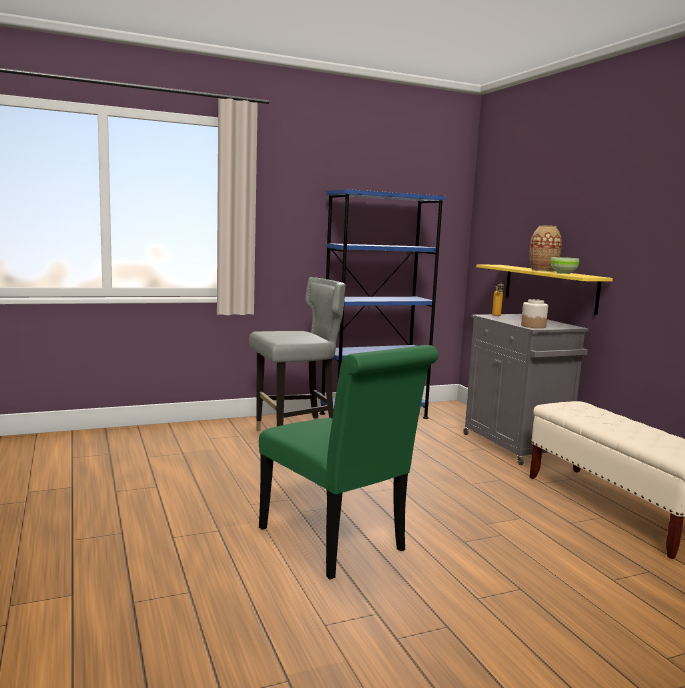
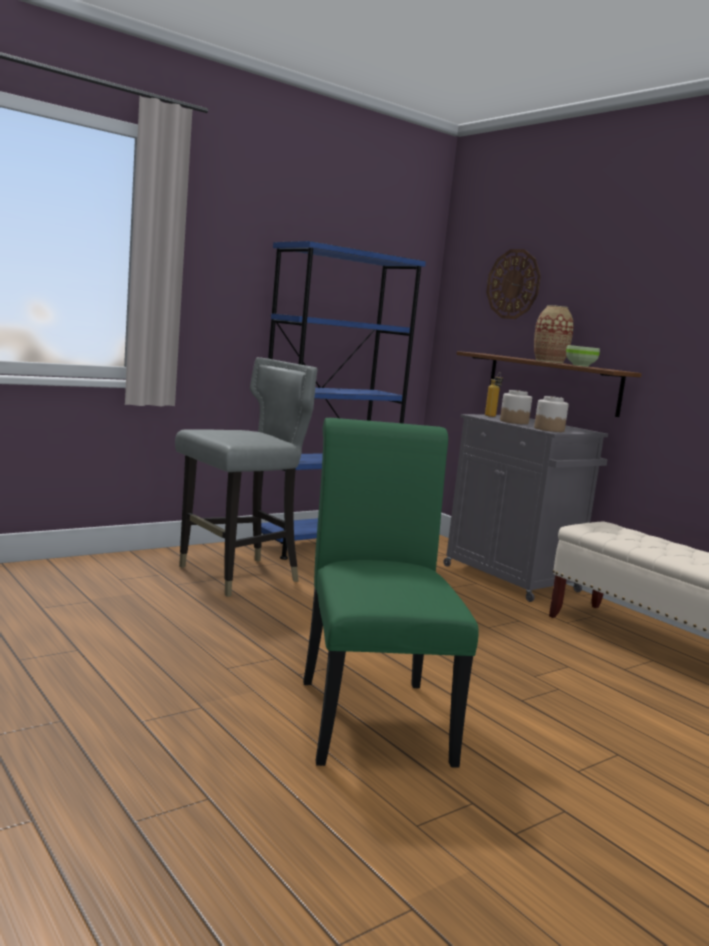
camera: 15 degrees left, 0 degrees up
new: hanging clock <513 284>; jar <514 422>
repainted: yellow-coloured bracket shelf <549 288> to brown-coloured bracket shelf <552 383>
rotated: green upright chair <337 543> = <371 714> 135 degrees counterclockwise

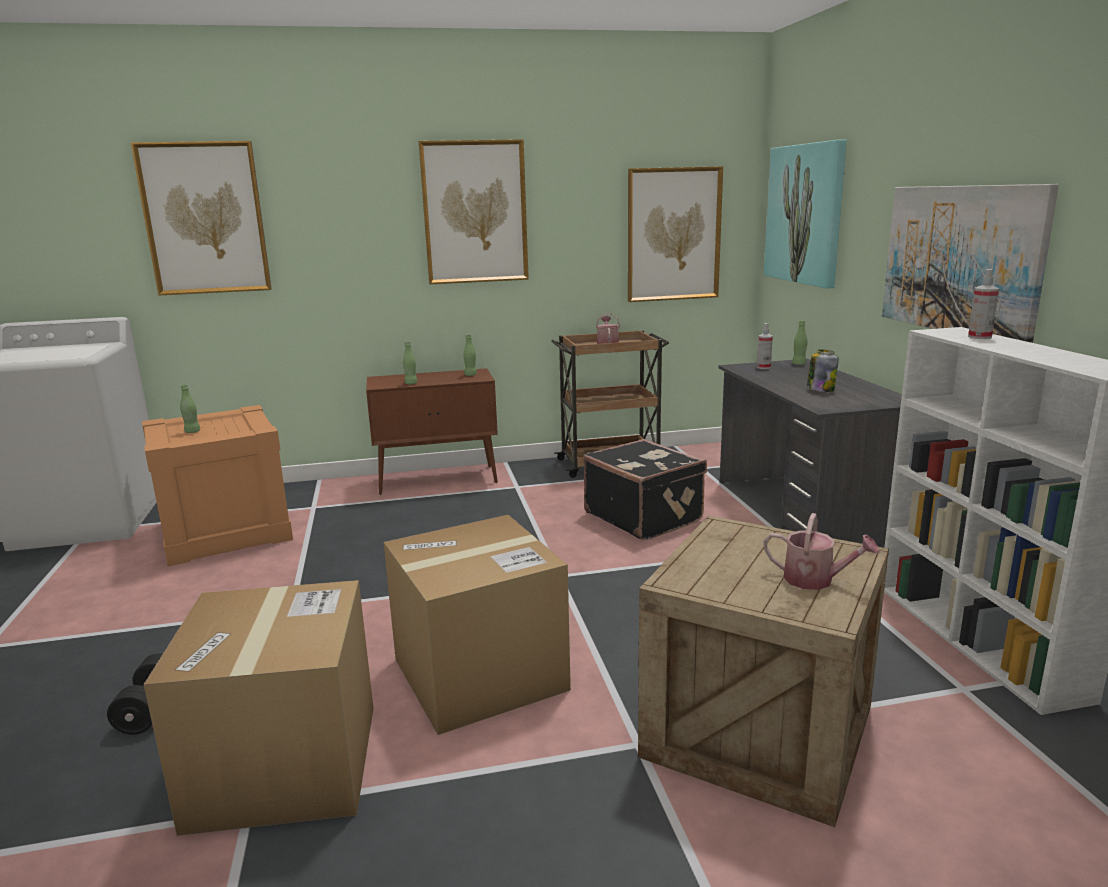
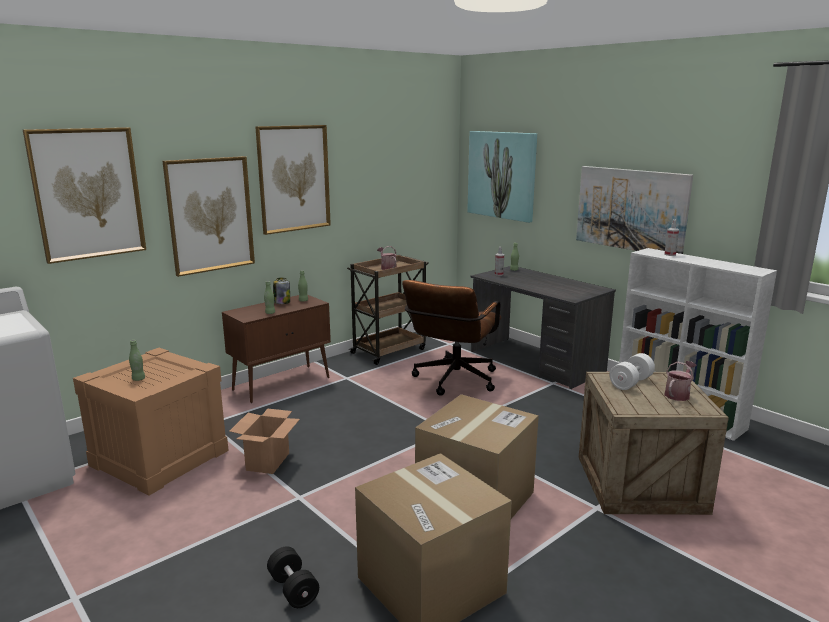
camera: 30 degrees left, 0 degrees up
new: whitish hand weight <631 383>; carton <268 461>
shifted: wall art <673 234> to <210 215>; jar <820 390> to <281 302>
swapped: blackish travel case <644 516> to brown-coloured office chair <452 382>
rotated: watering can <815 580> = <678 394> 45 degrees counterclockwise

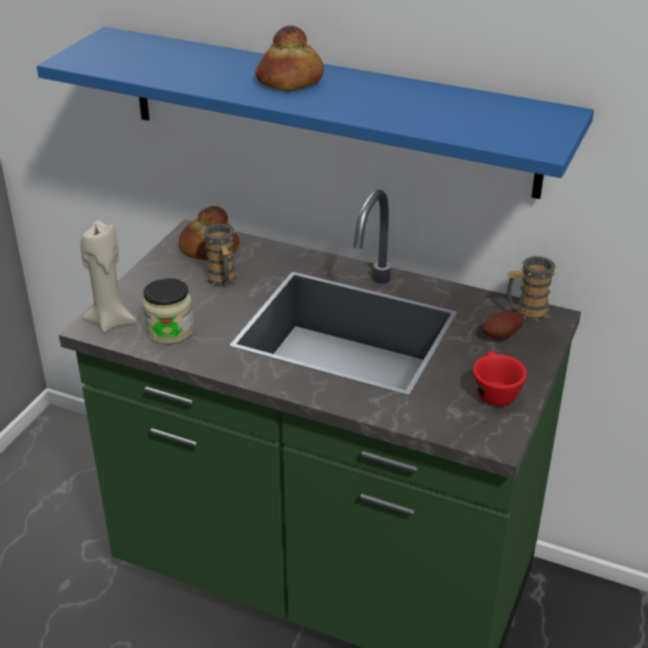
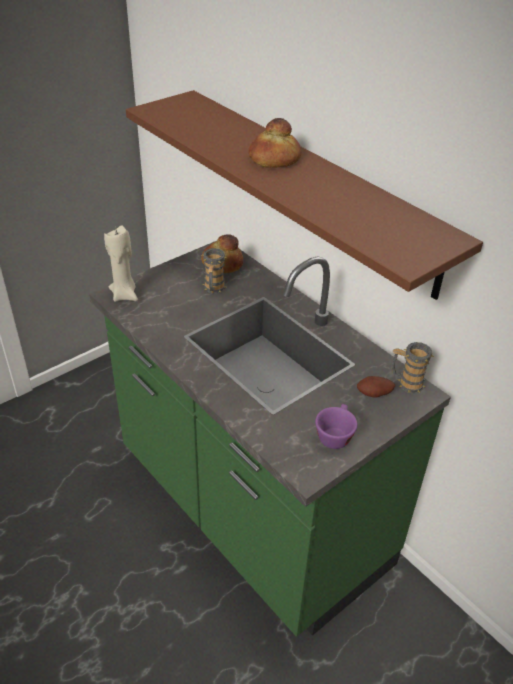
camera: 25 degrees right, 5 degrees up
gone: jar <170 331>
repainted: blue-coloured bracket shelf <328 110> to brown-coloured bracket shelf <311 187>; red cup <494 391> to purple cup <334 435>

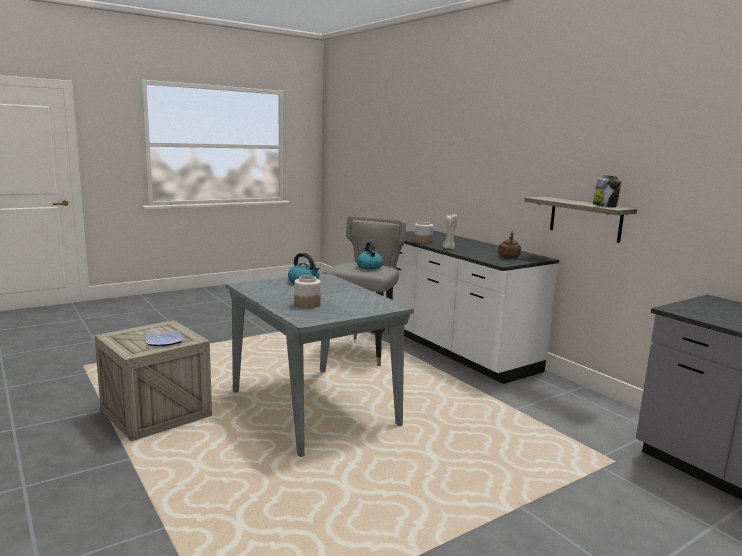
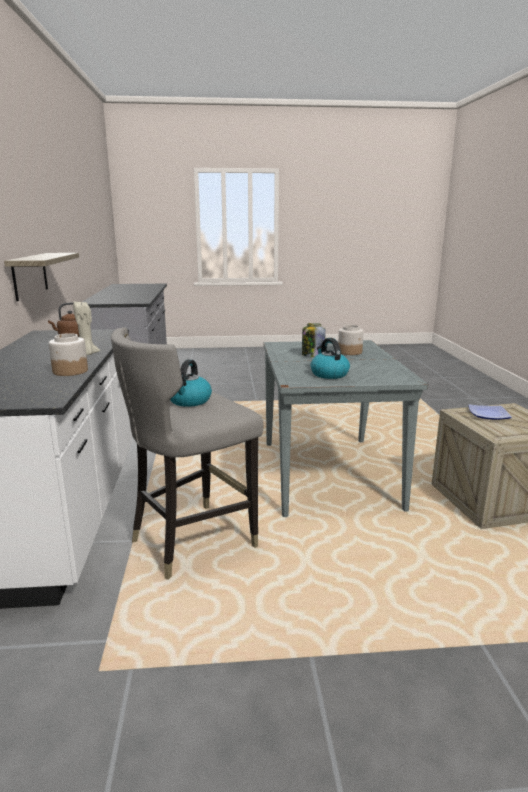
camera: 150 degrees left, 5 degrees up
shifted: jar <605 206> to <312 356>

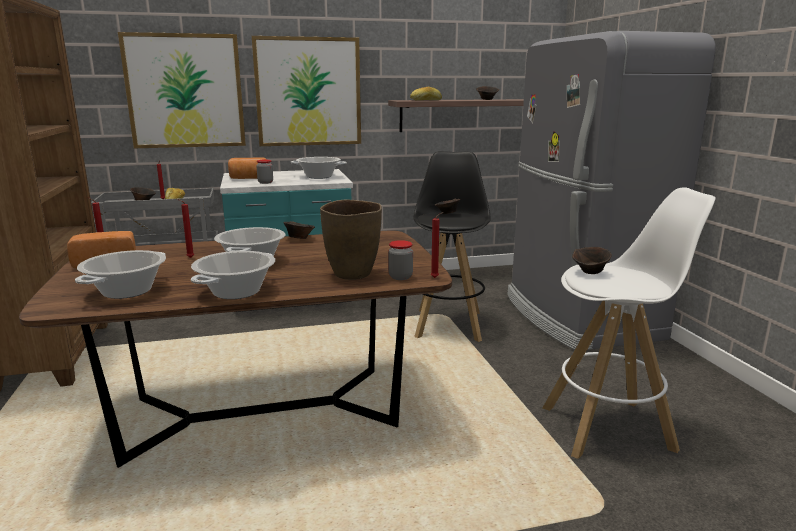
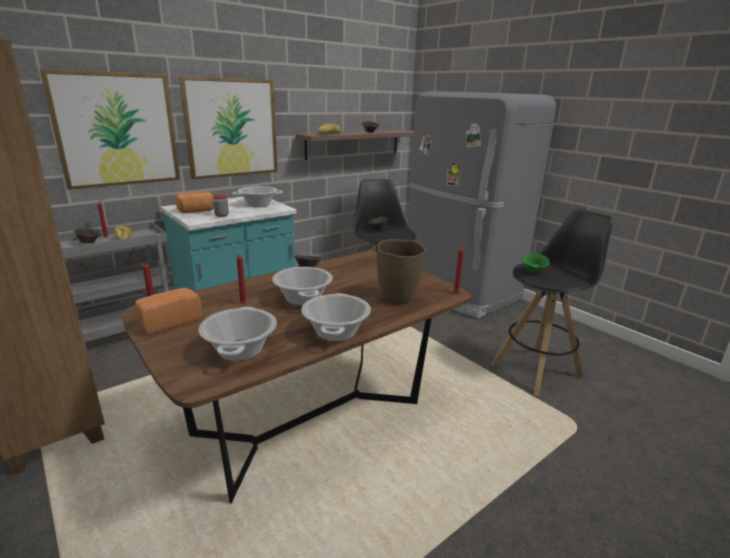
camera: 25 degrees left, 5 degrees up
gone: jar <400 277>
repainted: whitish sitting stool <609 428> to blackish sitting stool <537 370>; brown-coloured serving bowl <590 272> to green serving bowl <533 271>

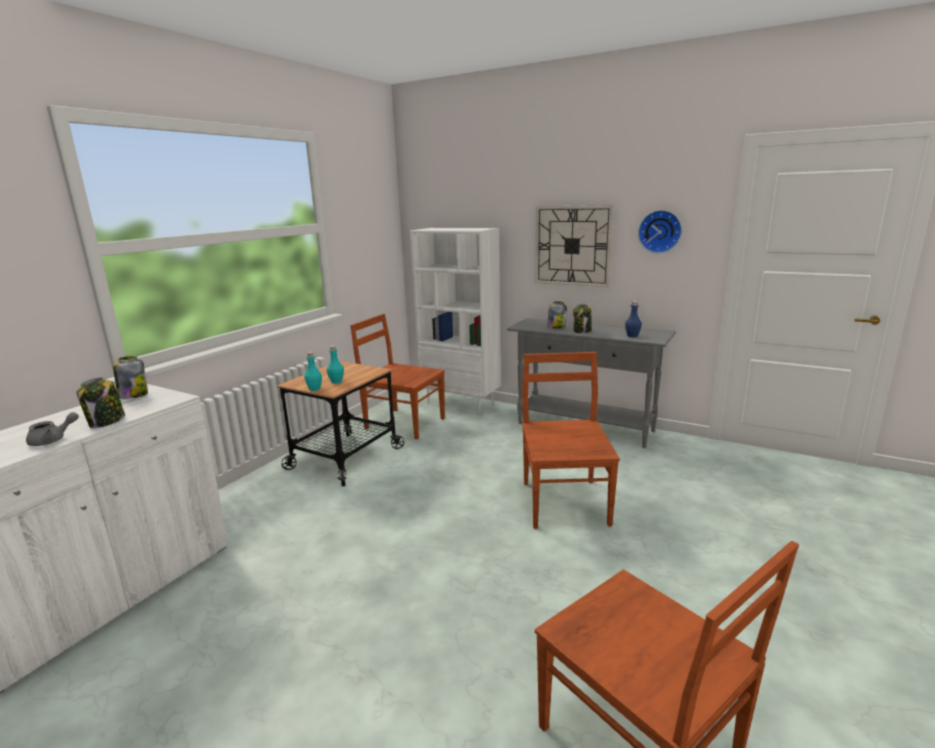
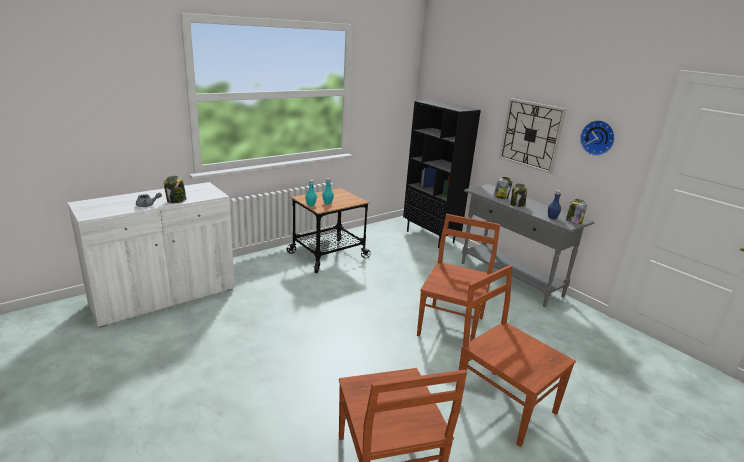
camera: 20 degrees right, 5 degrees up
shifted: brown-coloured upright chair <403 423> to <503 404>; jar <133 395> to <573 221>
repainted: whitish bookshelf <461 403> to blackish bookshelf <430 237>

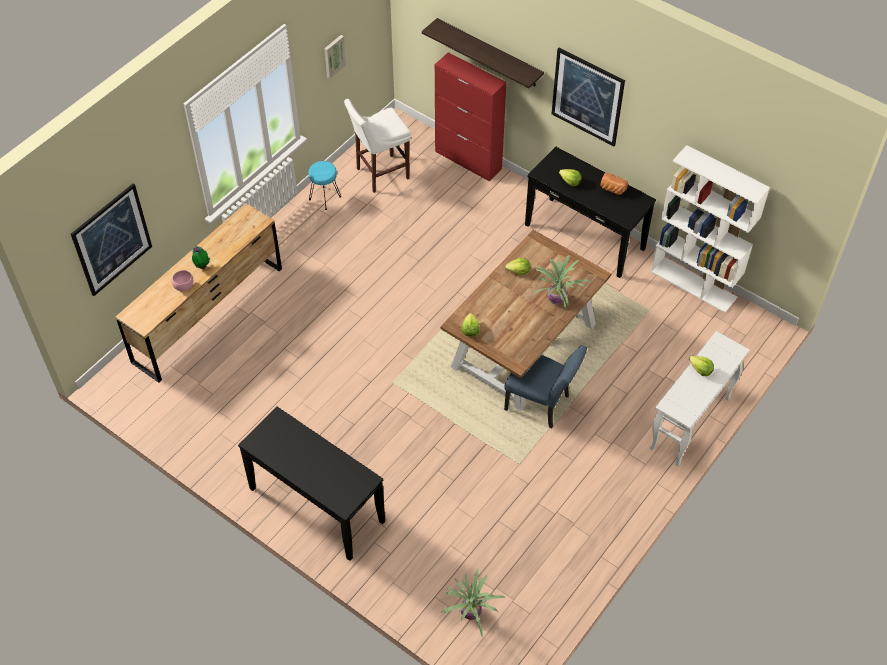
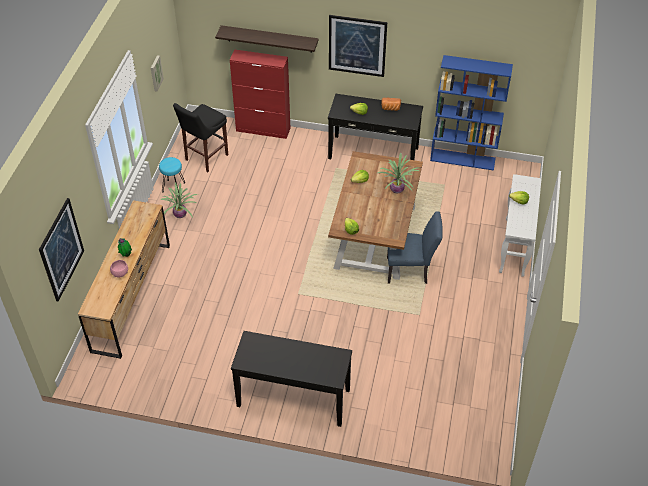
camera: 25 degrees left, 5 degrees down
shifted: houseplant <470 613> to <180 215>
repainted: whitish sitting stool <380 174> to blackish sitting stool <205 158>; whitish bookshelf <694 284> to blue-coloured bookshelf <463 159>

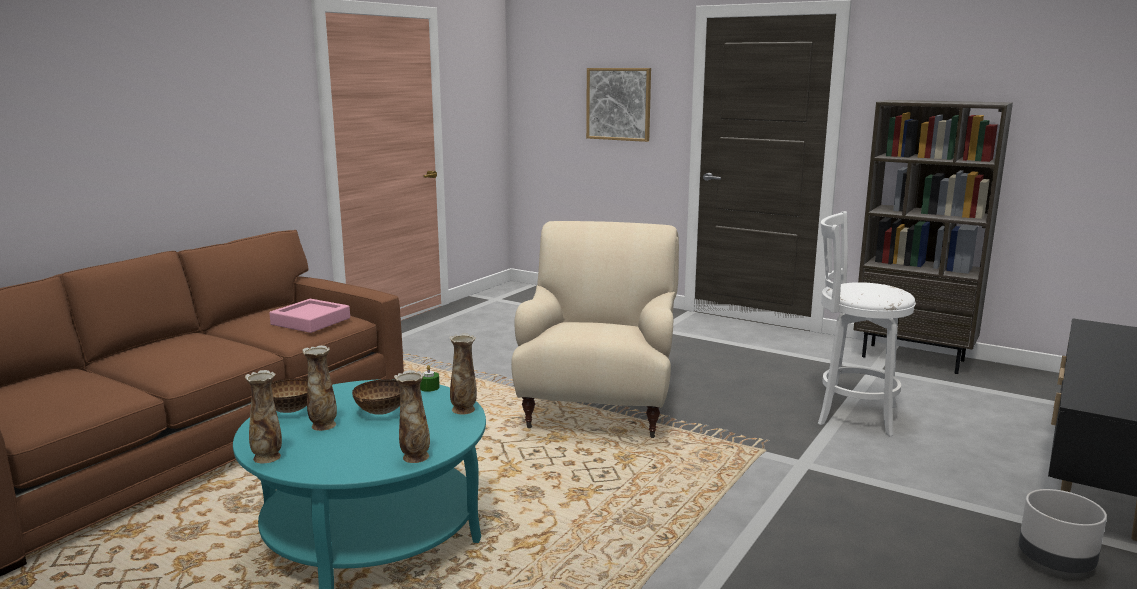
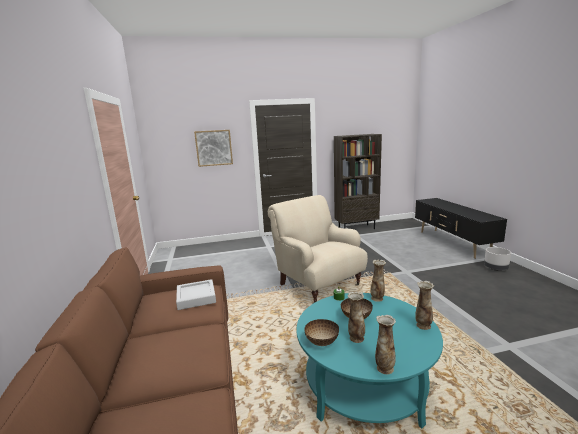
camera: 45 degrees left, 0 degrees up
gone: whitish sitting stool <851 414>
repainted: pink-coloured carrying tray <311 321> to greyish carrying tray <196 297>

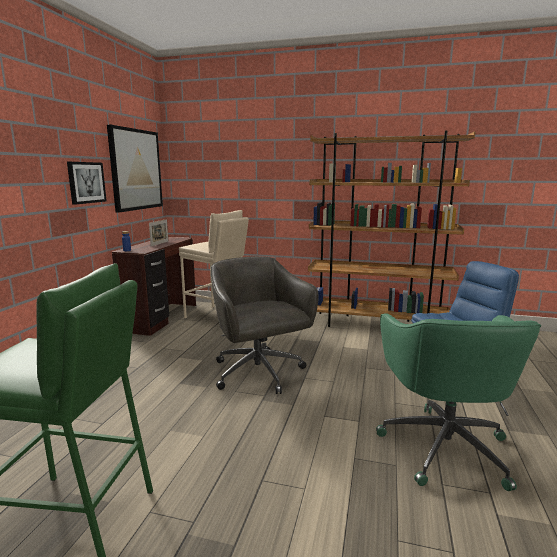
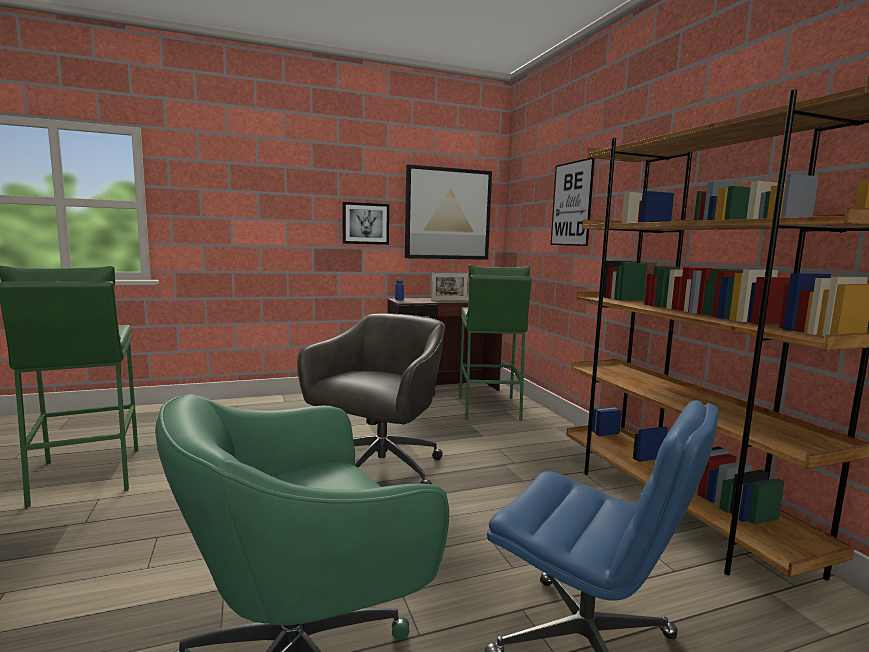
camera: 55 degrees right, 5 degrees down
new: wall art <571 204>
repainted: beige-coloured sitting stool <217 317> to green sitting stool <489 408>

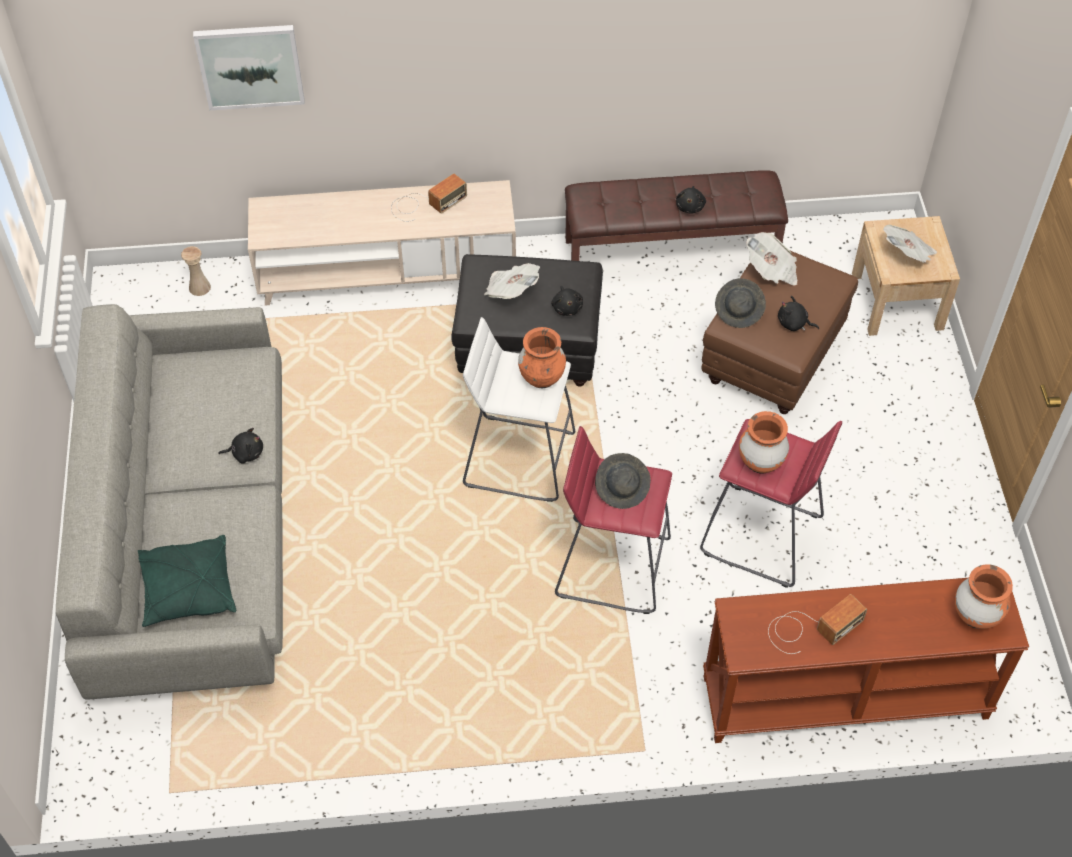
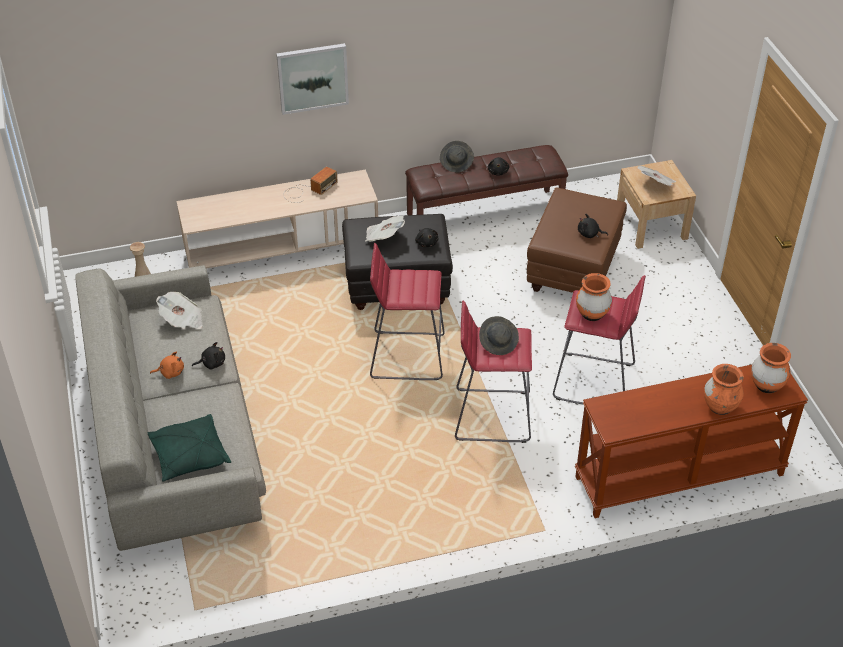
camera: 10 degrees left, 10 degrees down
gone: radio <811 628>
new: orangey plush toy <170 372>
shifted: wall art <250 66> to <312 78>; newspaper <772 270> to <182 320>; greyish hat <739 311> to <457 163>; orangey decorative vase <542 378> to <720 407>
repainted: whitish sitting stool <518 458> to red sitting stool <406 355>

